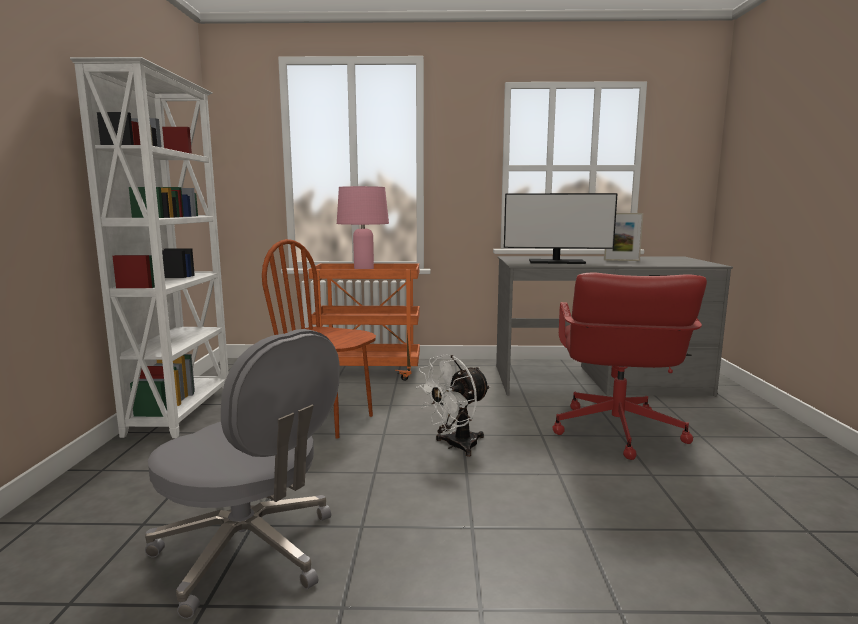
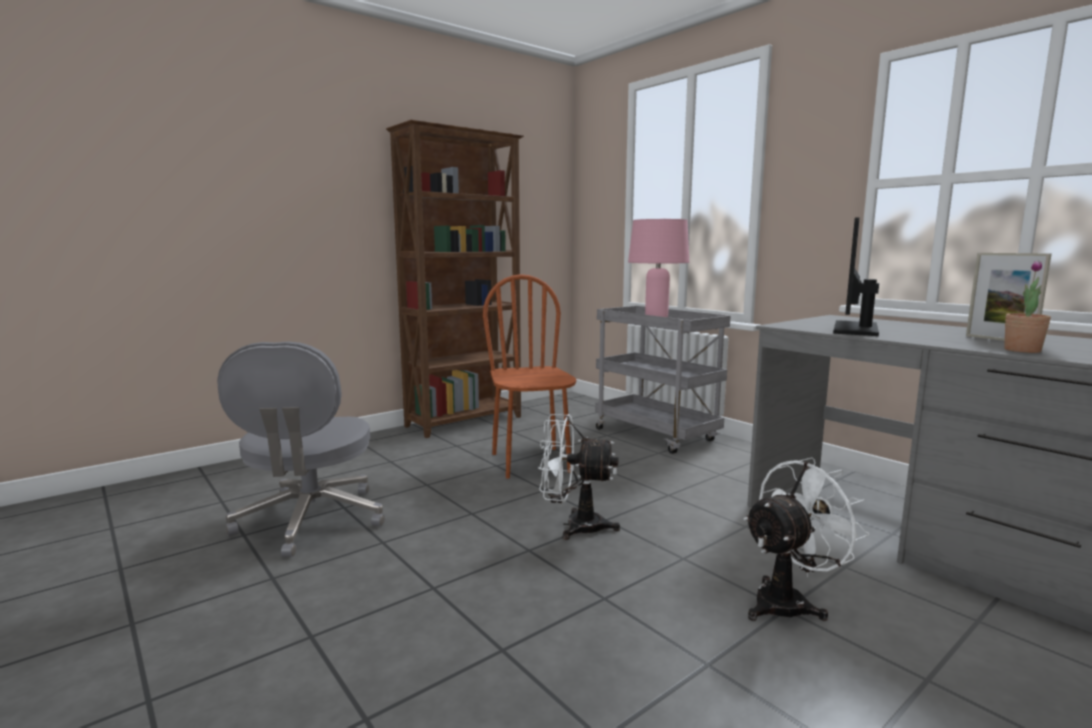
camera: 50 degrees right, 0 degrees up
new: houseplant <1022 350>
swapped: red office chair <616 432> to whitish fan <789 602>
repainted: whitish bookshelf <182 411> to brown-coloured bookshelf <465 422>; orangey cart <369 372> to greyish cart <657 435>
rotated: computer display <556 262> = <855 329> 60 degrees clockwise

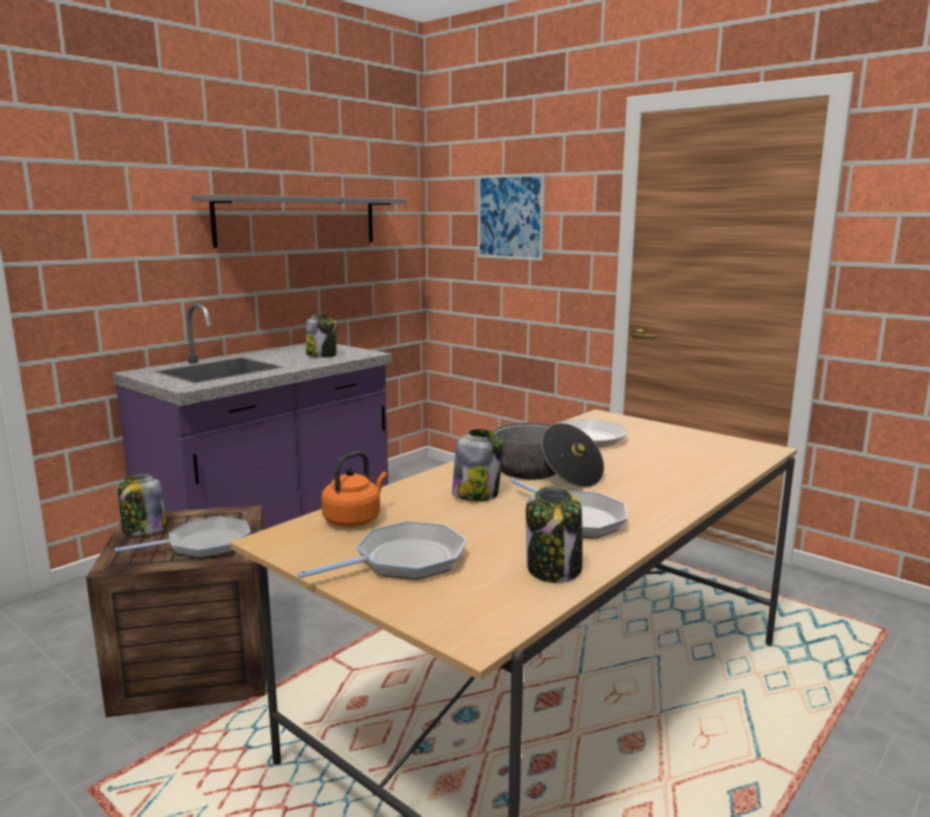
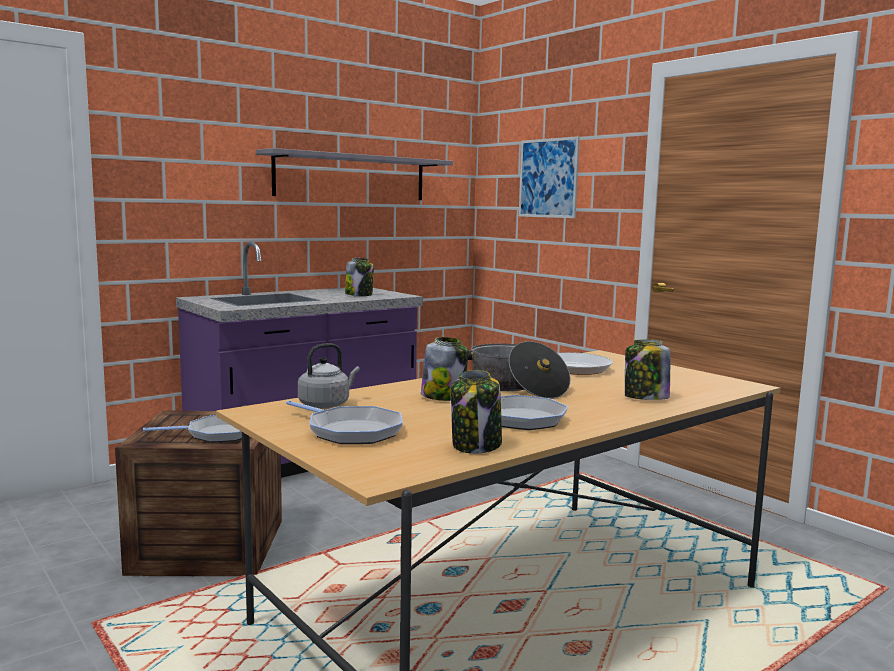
camera: 10 degrees right, 5 degrees down
shifted: jar <143 530> to <645 397>
repainted: orangey water kettle <354 519> to greyish water kettle <326 404>
rotated: pan <404 560> = <351 431> 60 degrees clockwise

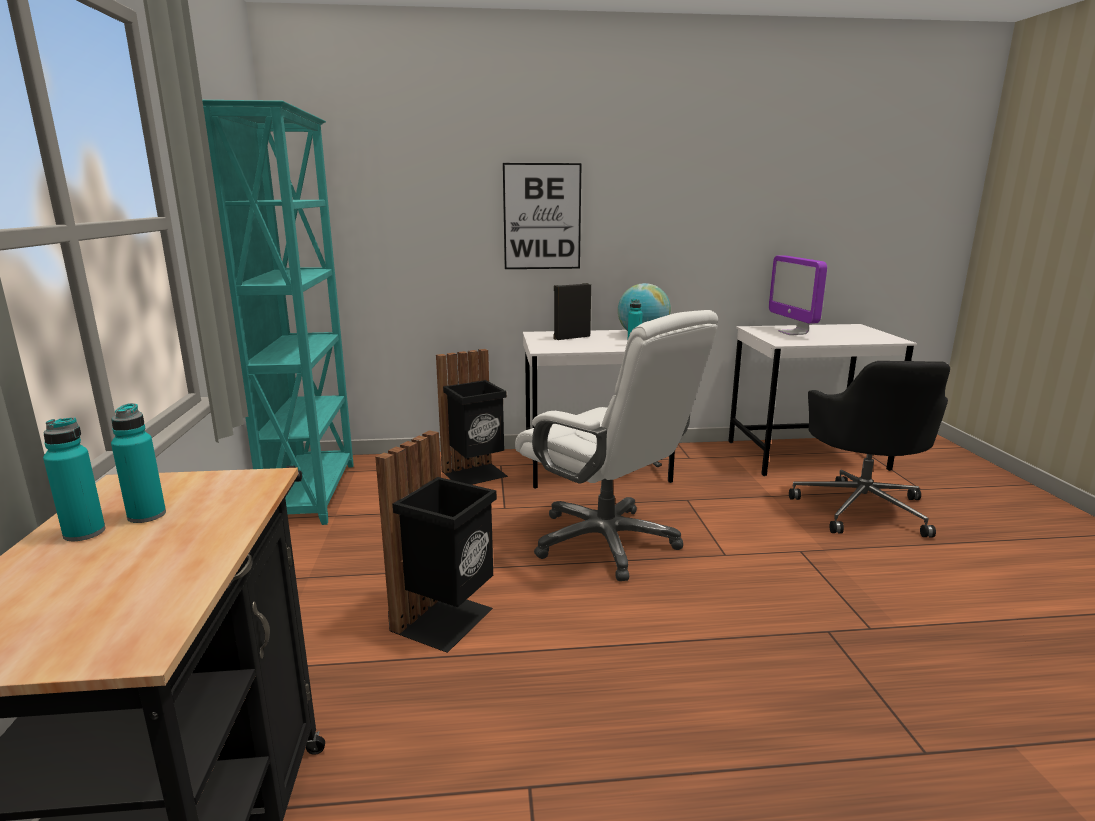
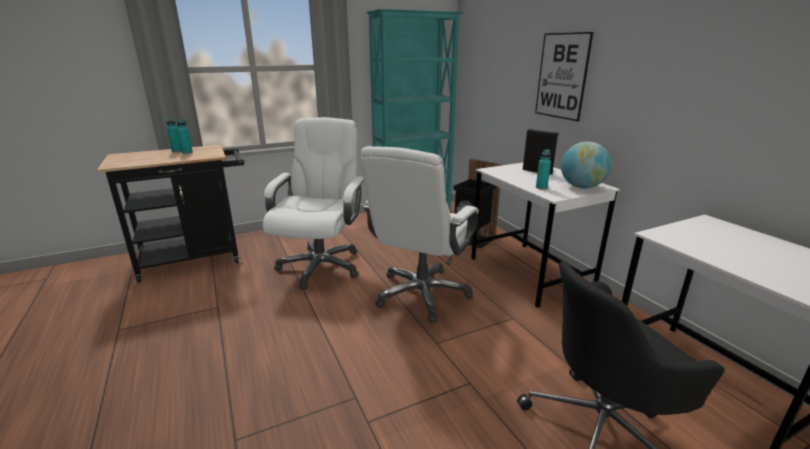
camera: 70 degrees right, 5 degrees up
gone: computer display <792 333>
swapped: blackish waste bin <447 620> to whitish office chair <320 266>

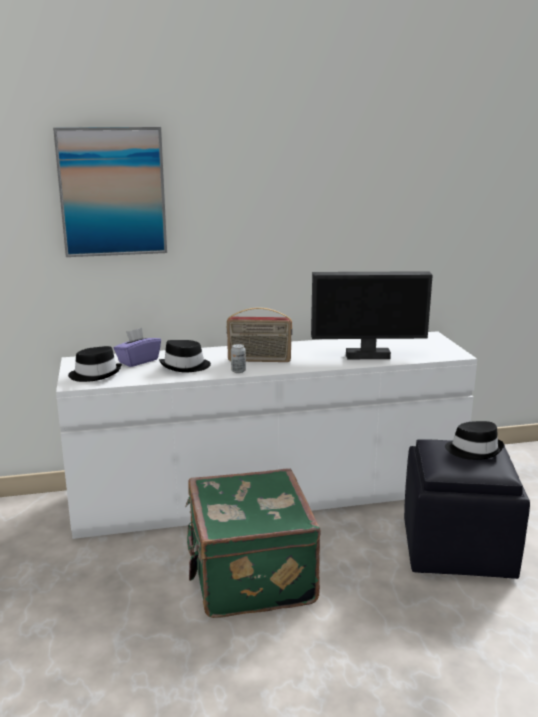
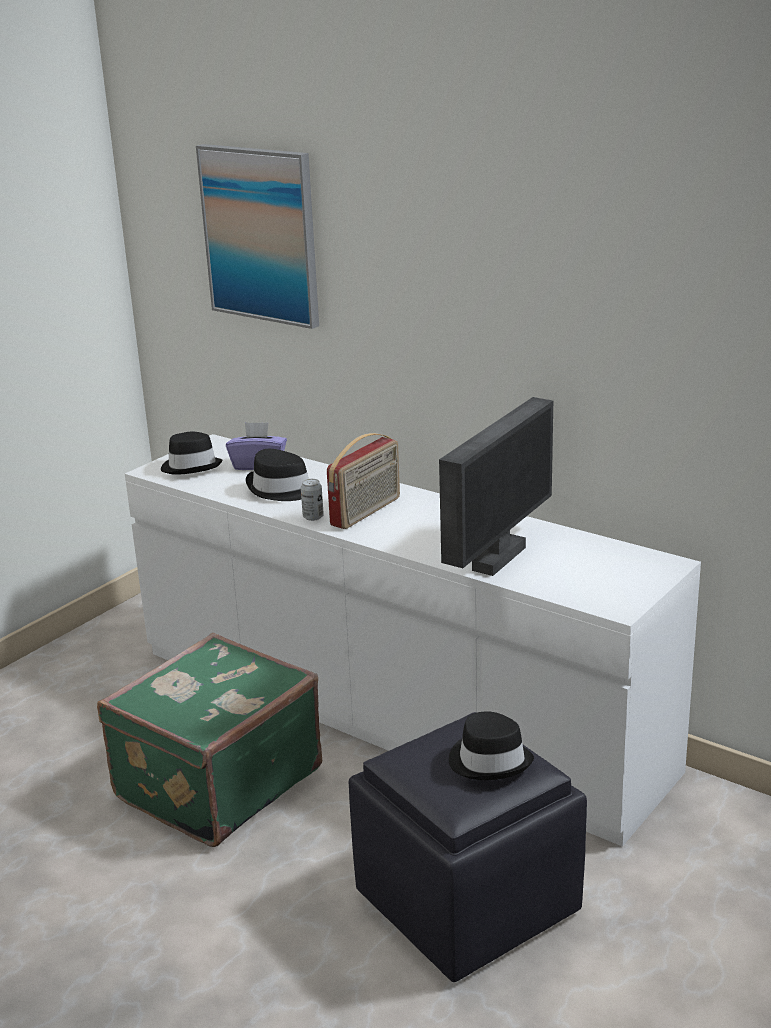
camera: 50 degrees right, 5 degrees up
rotated: computer display <367 356> = <496 558> 105 degrees counterclockwise; radio <259 360> = <367 512> 105 degrees counterclockwise

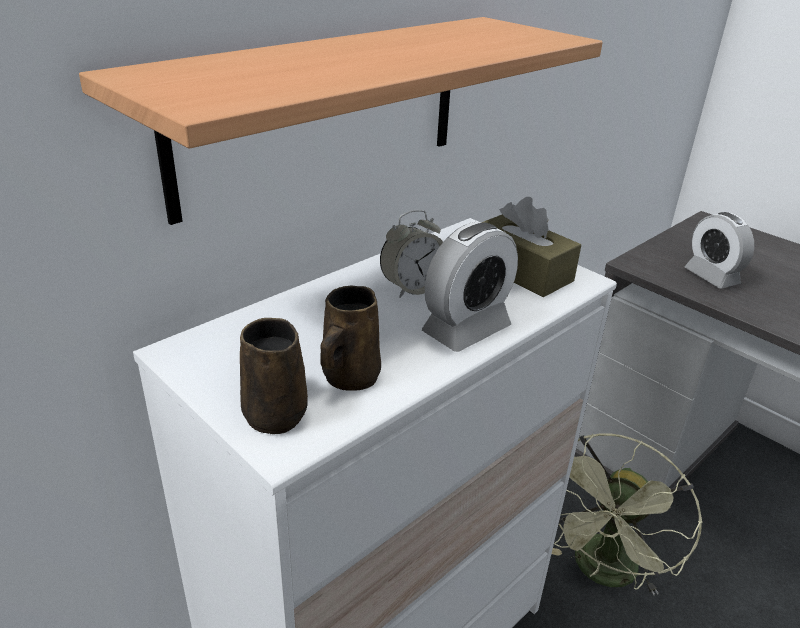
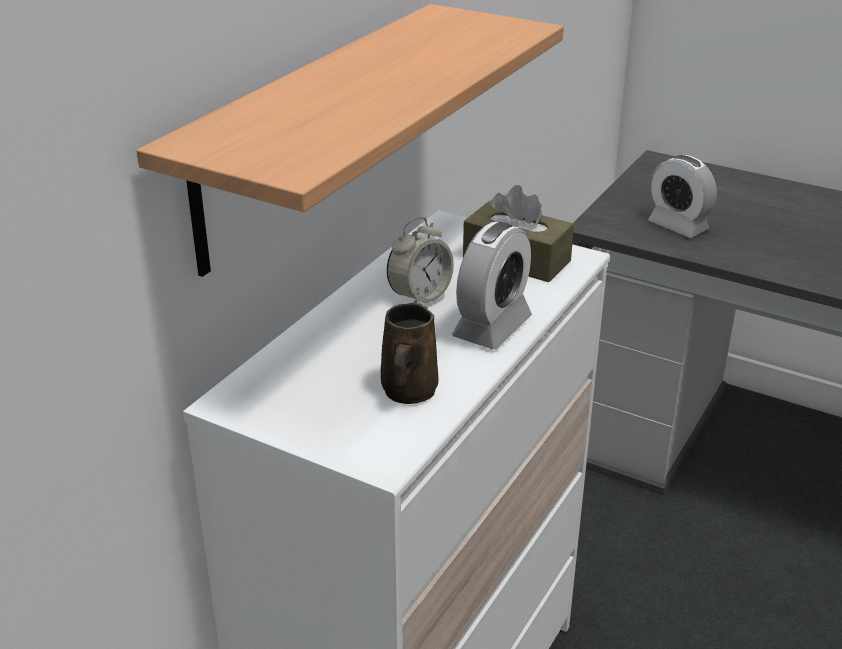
camera: 15 degrees left, 0 degrees up
gone: brown-coloured mug <275 413>; green fan <603 574>

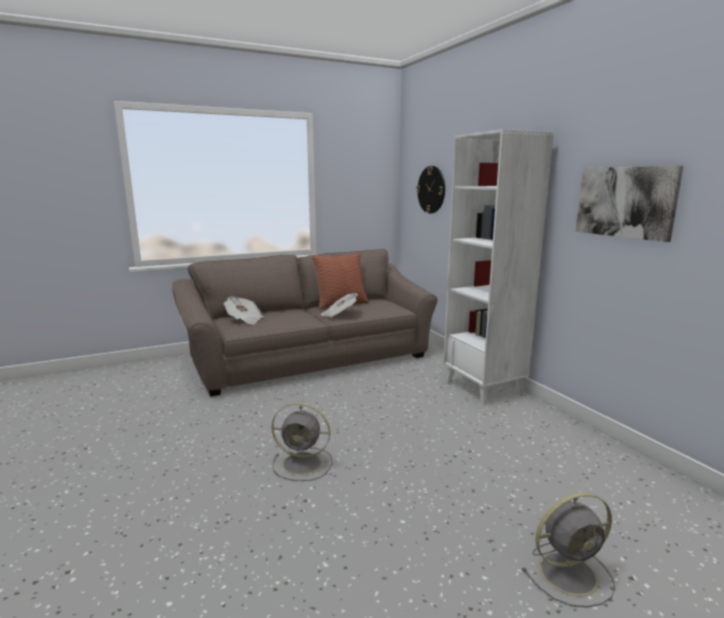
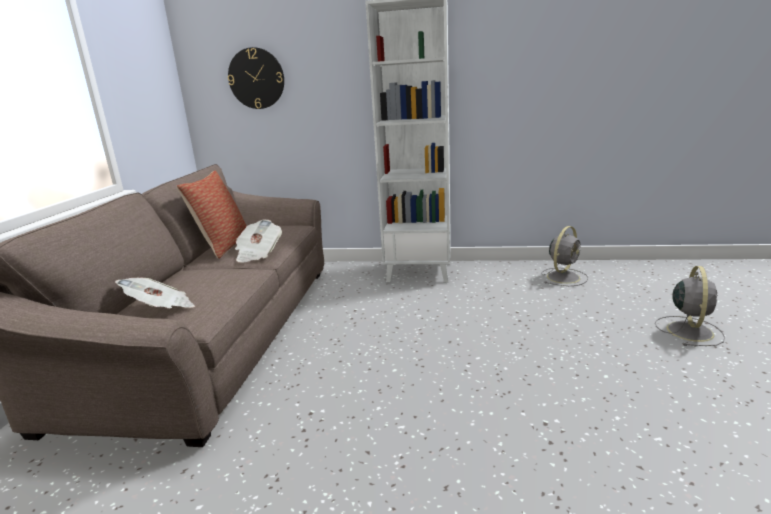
camera: 55 degrees left, 5 degrees up
gone: wall art <625 202>
shifted: greyish fan <304 464> to <564 277>

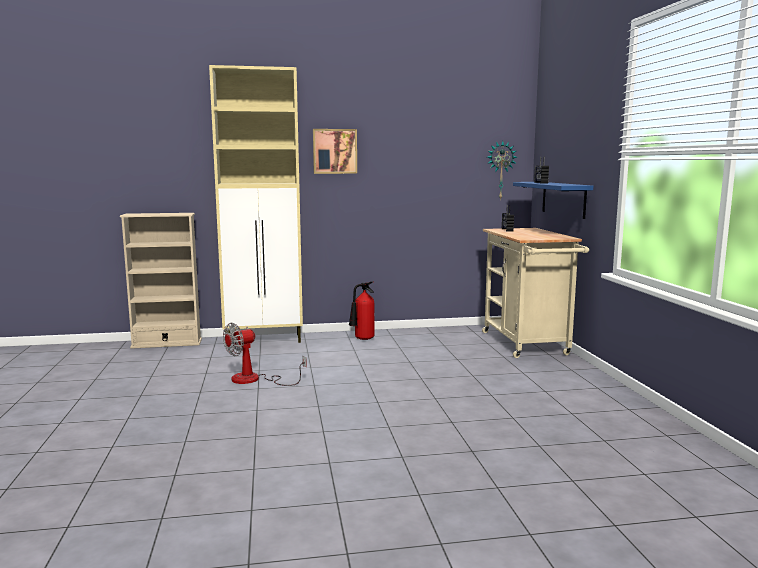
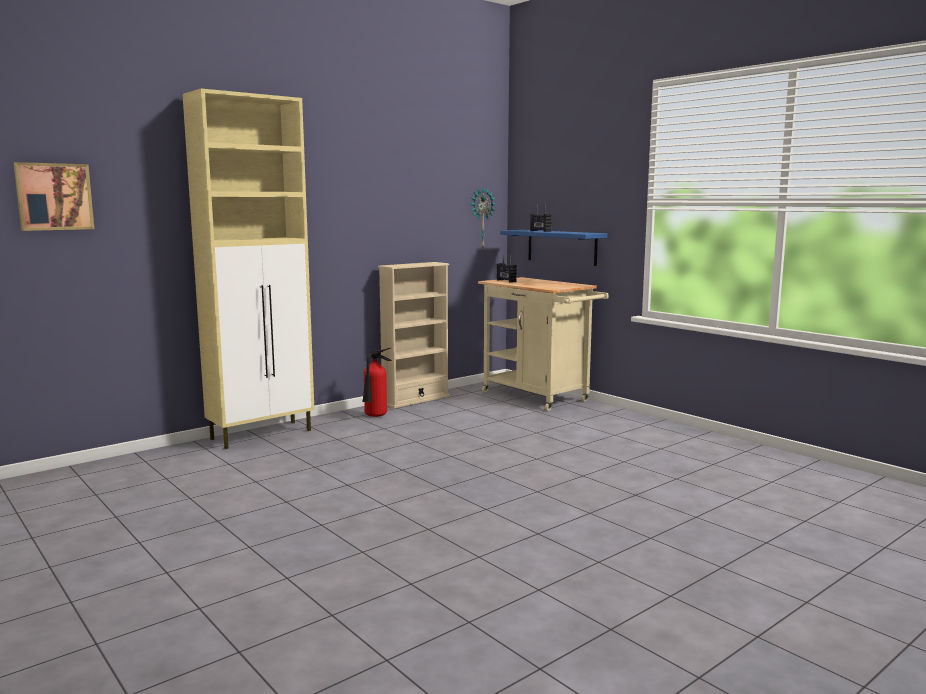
camera: 30 degrees left, 0 degrees up
gone: fan <255 380>
shifted: wall art <334 151> to <54 196>; beige-coloured bookshelf <167 343> to <415 400>

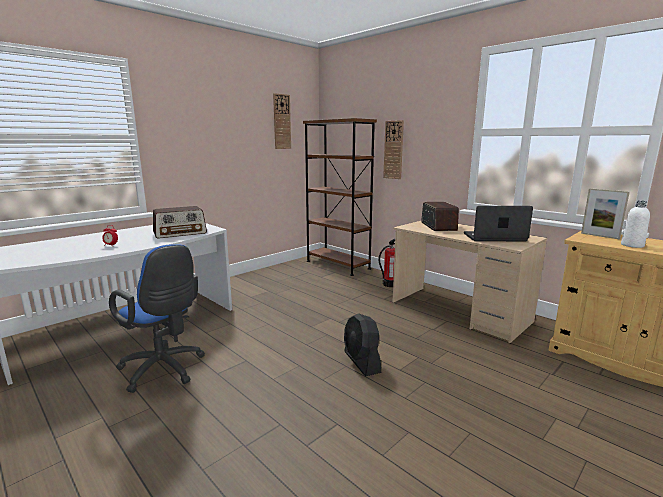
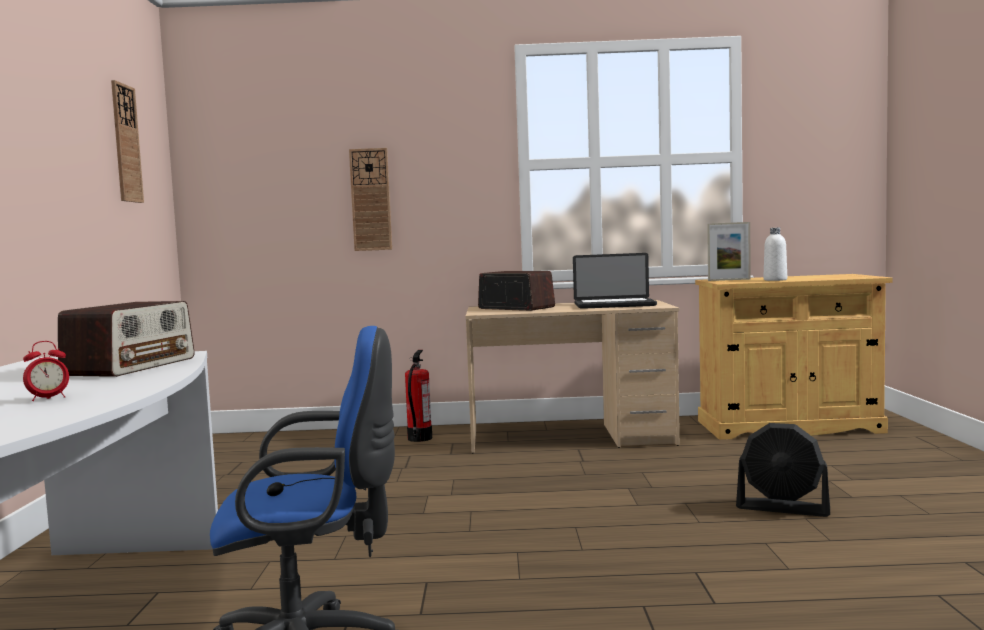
camera: 45 degrees left, 10 degrees down
gone: brown-coloured bookshelf <337 265>
shifted: blackish fan <361 362> to <783 508>
rotated: laptop <494 237> = <614 305> 135 degrees counterclockwise

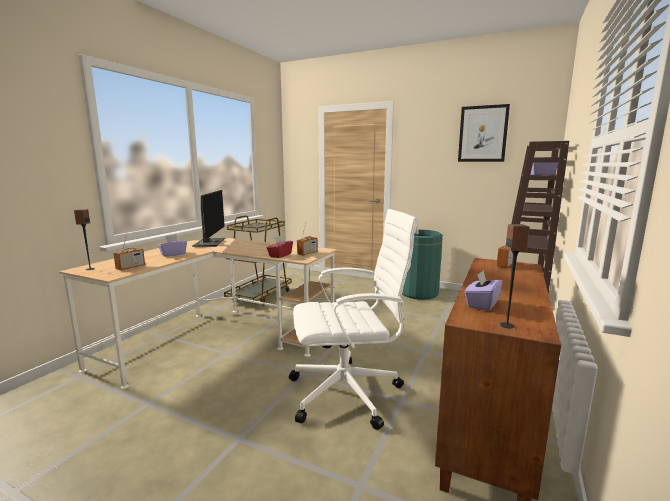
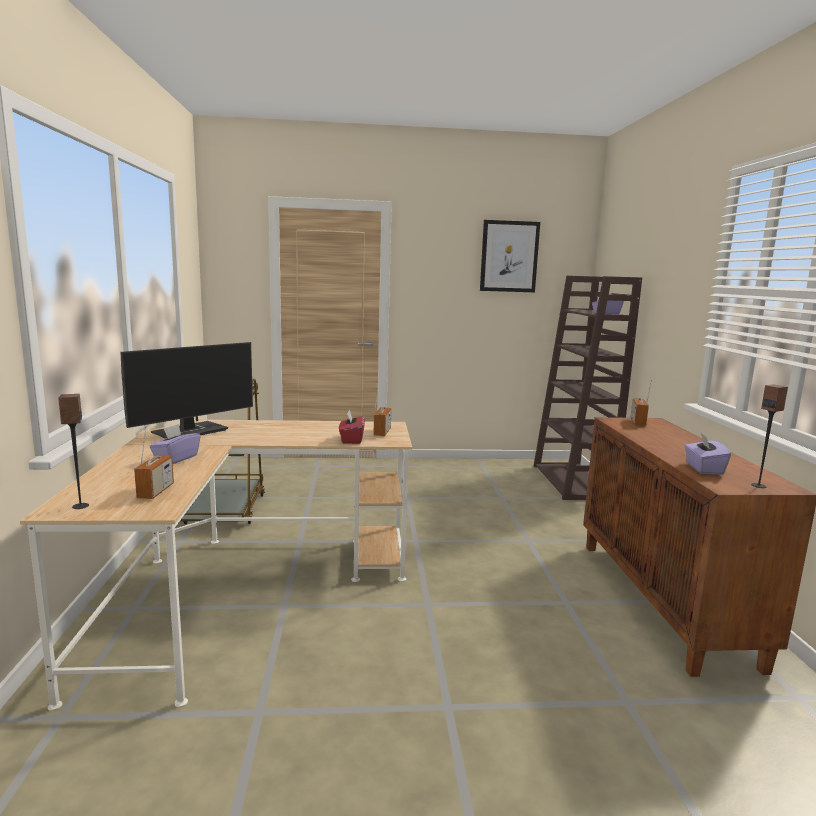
camera: 30 degrees left, 0 degrees up
gone: whitish office chair <348 393>; green waste bin <418 293>
rotated: computer display <209 243> = <191 431> 75 degrees clockwise

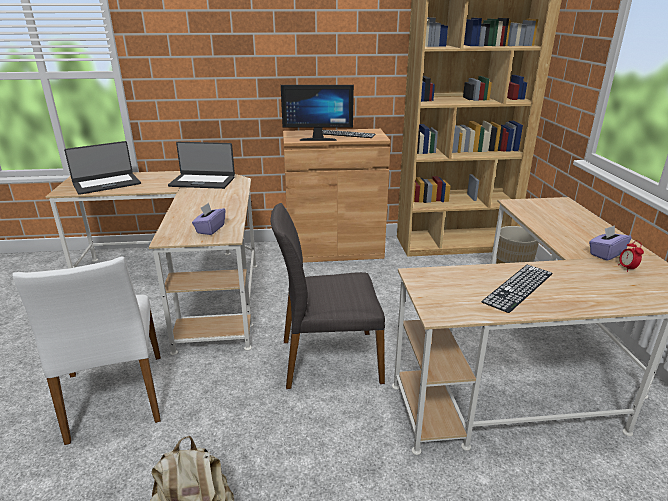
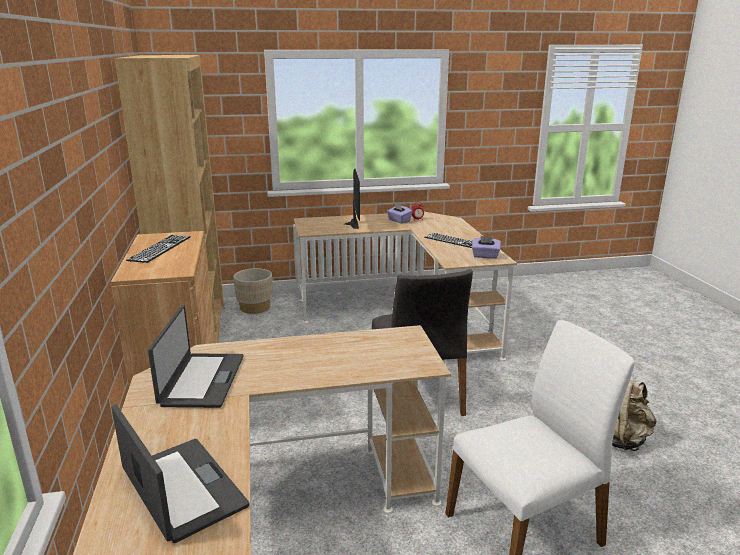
camera: 95 degrees left, 5 degrees down
shifted: computer display <318 139> to <350 224>; purple tissue box <210 229> to <485 256>

